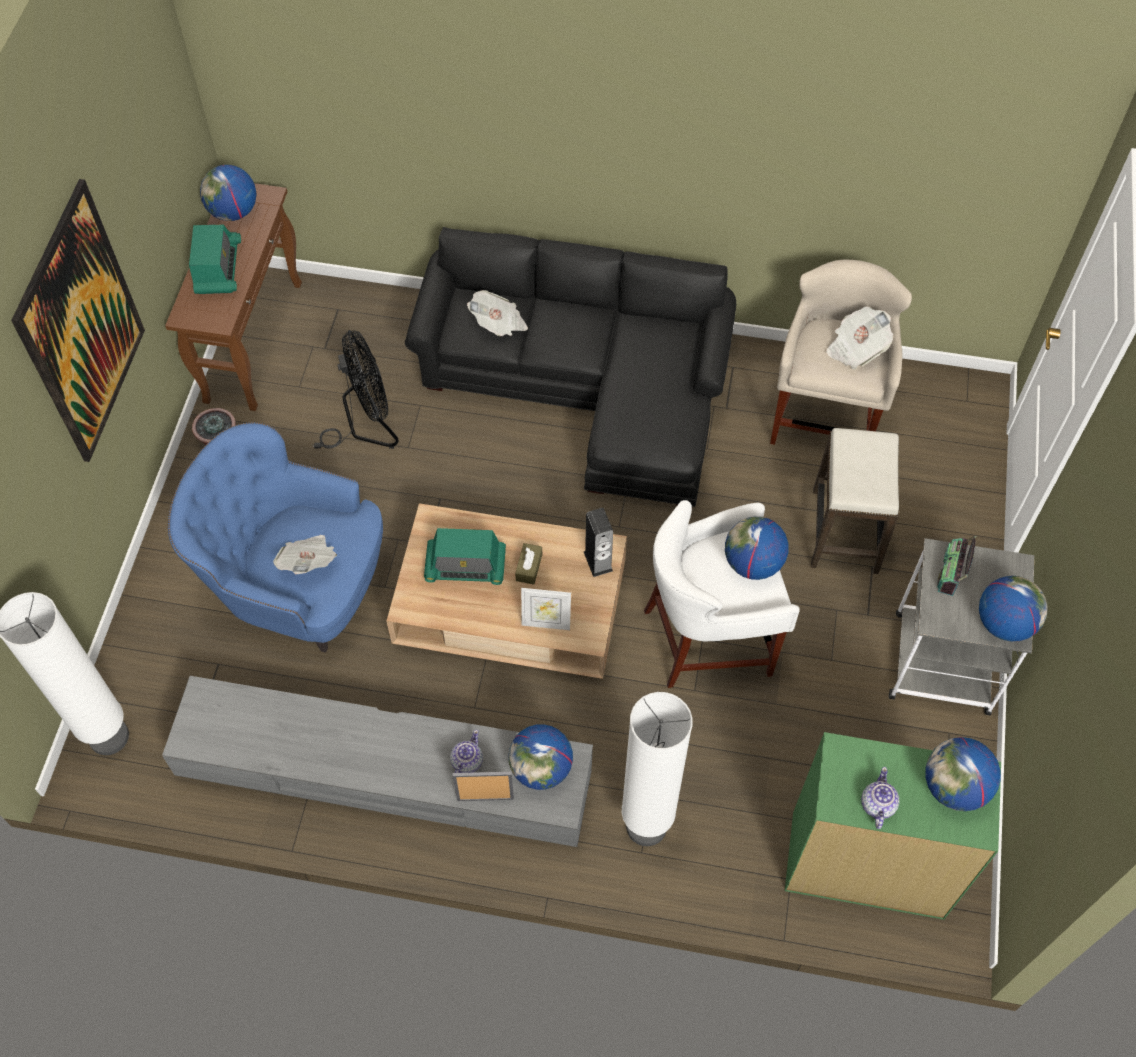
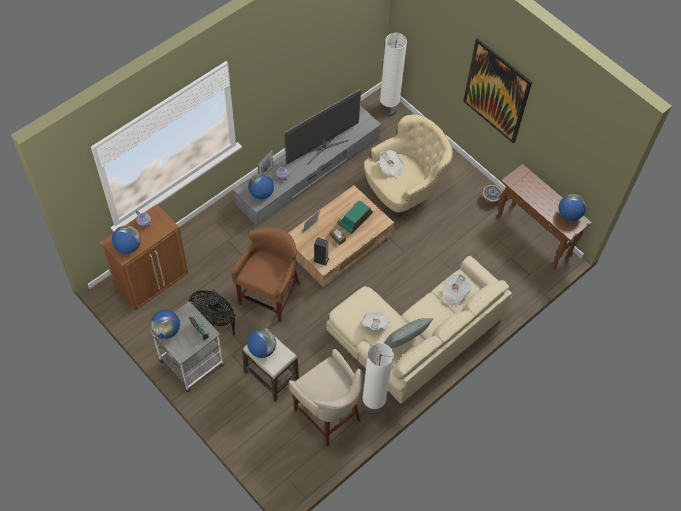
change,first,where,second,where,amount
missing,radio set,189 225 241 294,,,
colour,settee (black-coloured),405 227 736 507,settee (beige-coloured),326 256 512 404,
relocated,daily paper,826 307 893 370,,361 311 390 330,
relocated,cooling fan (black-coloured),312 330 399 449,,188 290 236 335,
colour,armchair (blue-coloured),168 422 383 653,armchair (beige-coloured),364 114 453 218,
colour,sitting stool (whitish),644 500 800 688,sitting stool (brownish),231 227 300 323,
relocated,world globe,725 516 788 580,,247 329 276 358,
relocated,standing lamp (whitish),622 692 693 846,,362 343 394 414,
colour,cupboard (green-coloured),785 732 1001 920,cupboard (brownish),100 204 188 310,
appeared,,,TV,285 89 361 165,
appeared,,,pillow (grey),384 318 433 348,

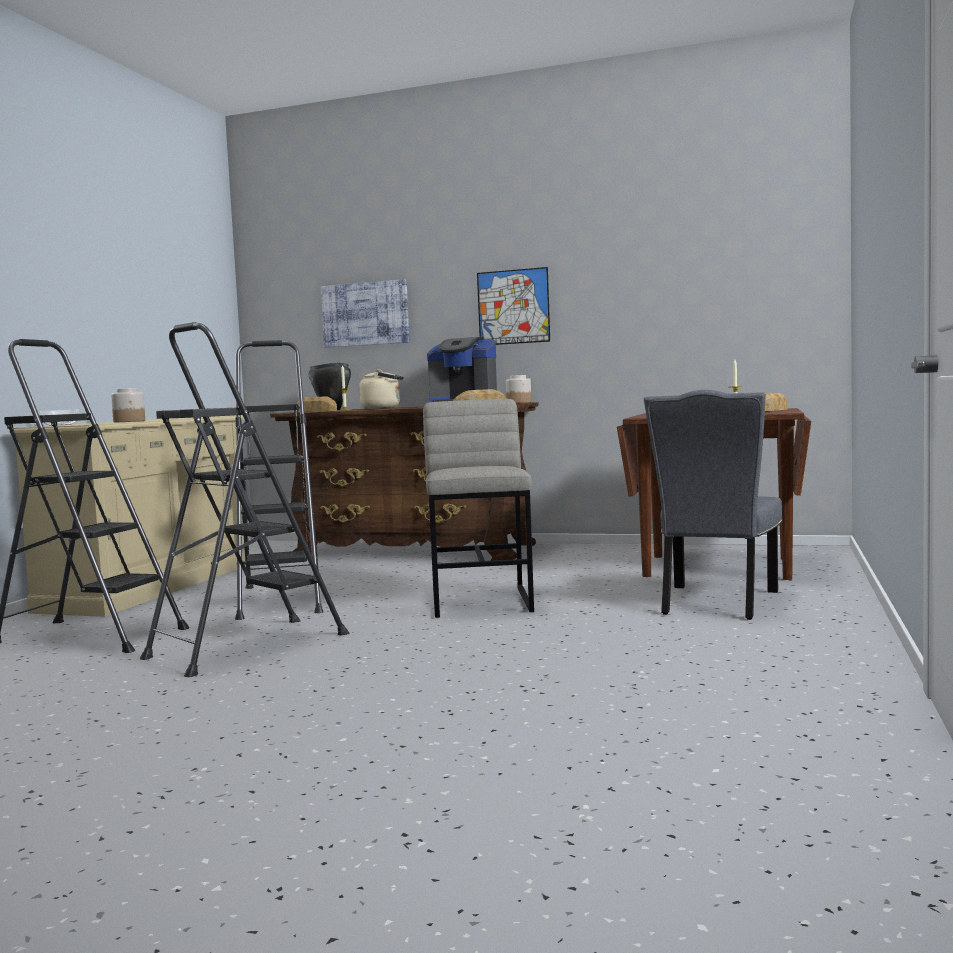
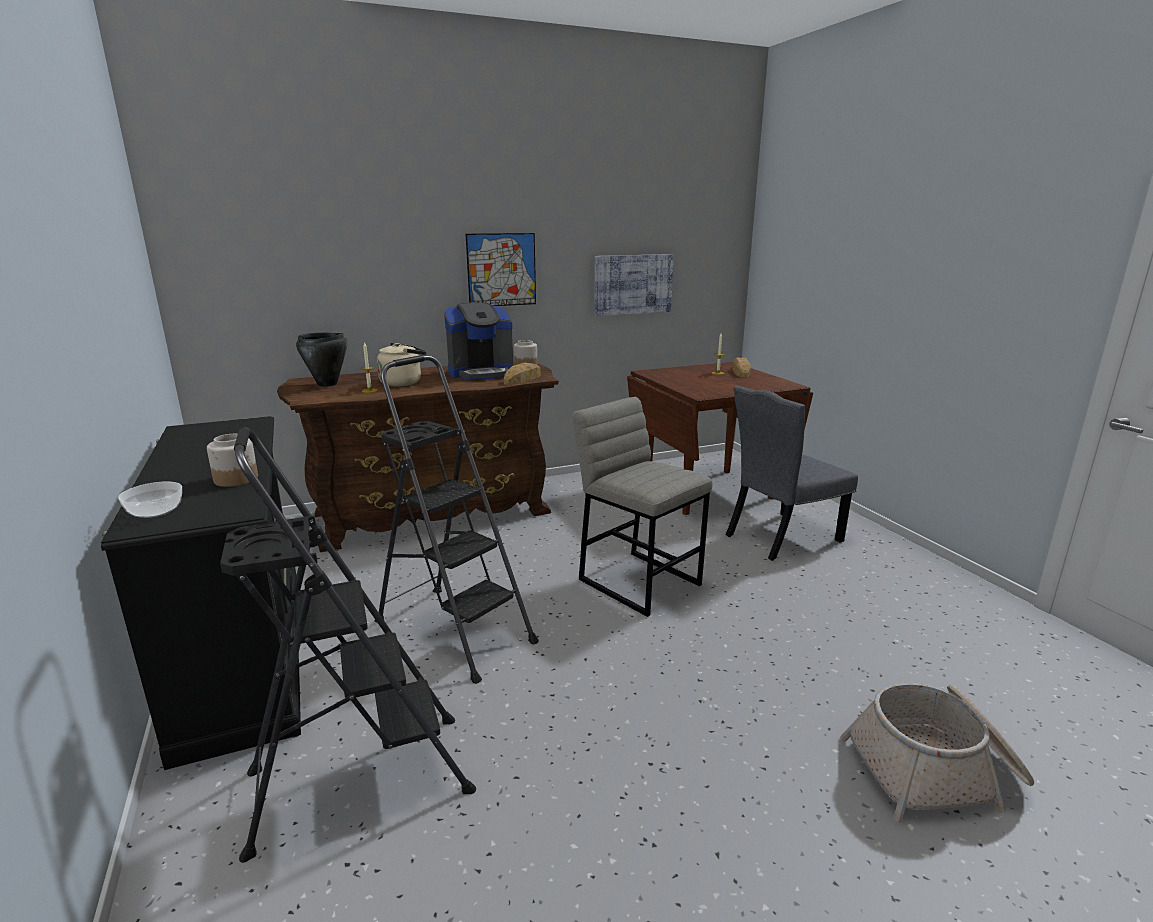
change,first,where,second,where,amount
relocated,picture,321 279 410 348,,594 254 674 316,
missing,step stool,140 322 349 677,,,
spun,chair (grey),644 390 782 620,,726 386 858 561,75 degrees clockwise
missing,baked bread,296 396 337 412,,,
colour,cupboard (beige-coloured),9 415 250 617,cupboard (black-coloured),101 416 301 770,
appeared,,,household basket,840 683 1034 823,

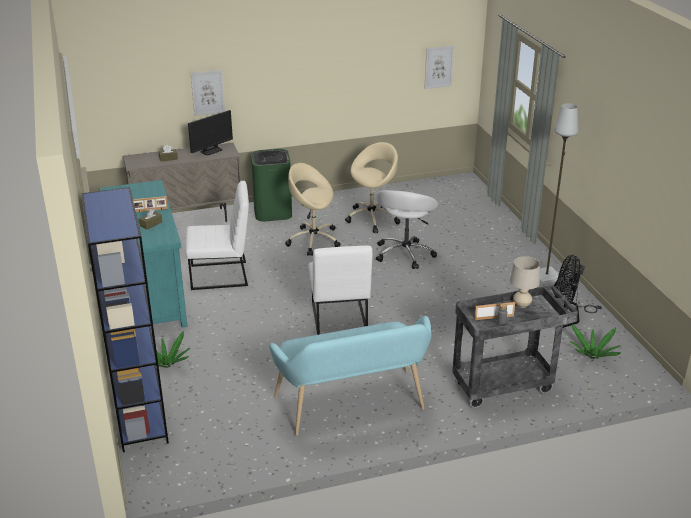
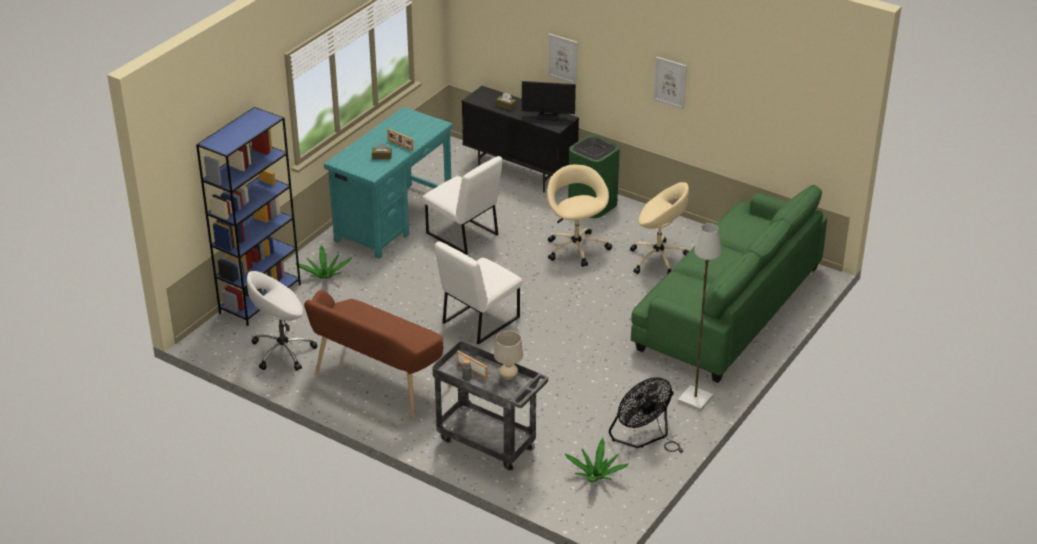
change,first,where,second,where,amount
relocated,picture,424 46 454 89,,653 56 687 109,
colour,cupboard (beige-coloured),123 143 241 222,cupboard (black-coloured),462 86 579 193,
relocated,computer chair (whitish),376 190 438 269,,247 271 317 371,
colour,long seat (turquoise-coloured),269 316 431 435,long seat (brownish),304 290 452 418,
appeared,,,settee (green-coloured),631 185 827 383,

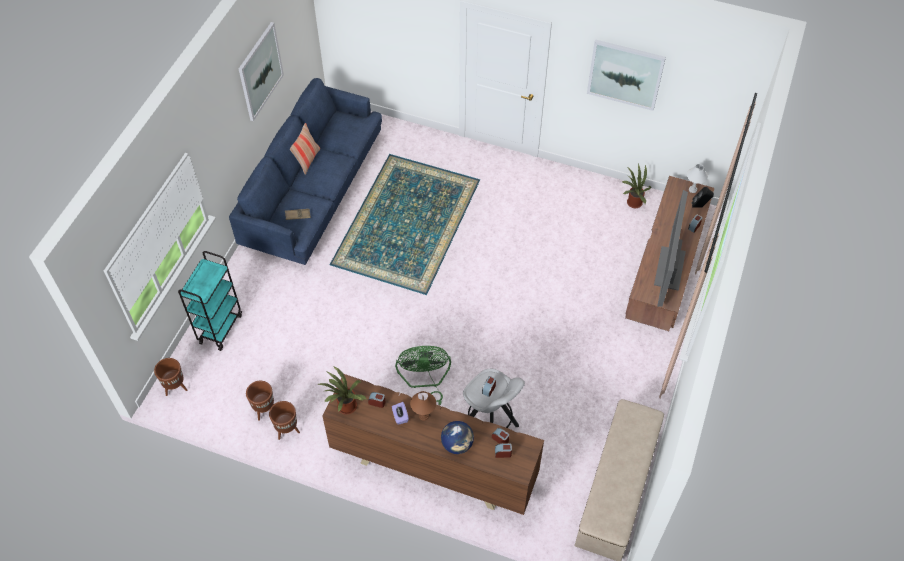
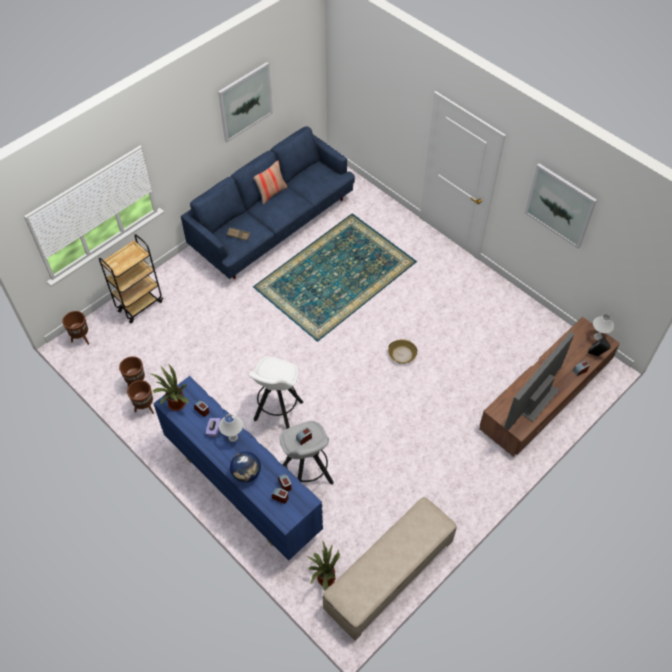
change,first,where,second,where,amount
relocated,plant in a pot,621 163 651 208,,307 540 340 591,
colour,trolley (turquoise-coloured),178 251 243 351,trolley (brownish),99 234 163 323,
exchanged,cooling fan (green-coloured),395 346 451 405,sitting stool (whitish),248 356 304 429,
colour,cupboard (brownish),322 374 544 515,cupboard (blue-coloured),153 376 323 561,
colour,lamp for a table (brownish),410 391 436 421,lamp for a table (whitish),219 414 243 442,
appeared,,,household basket,388 339 418 364,

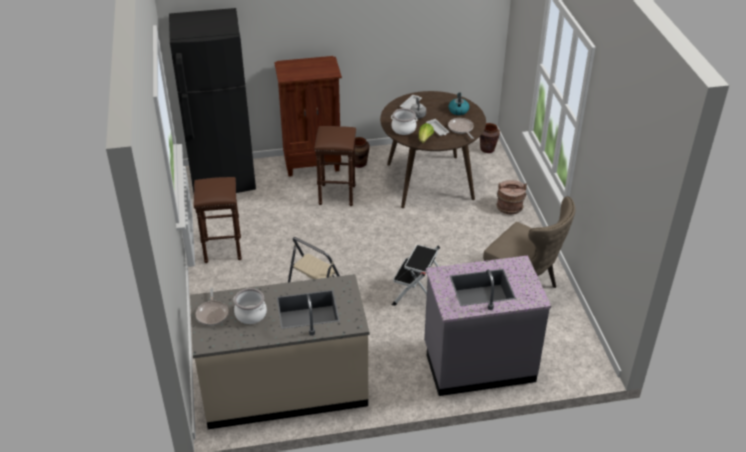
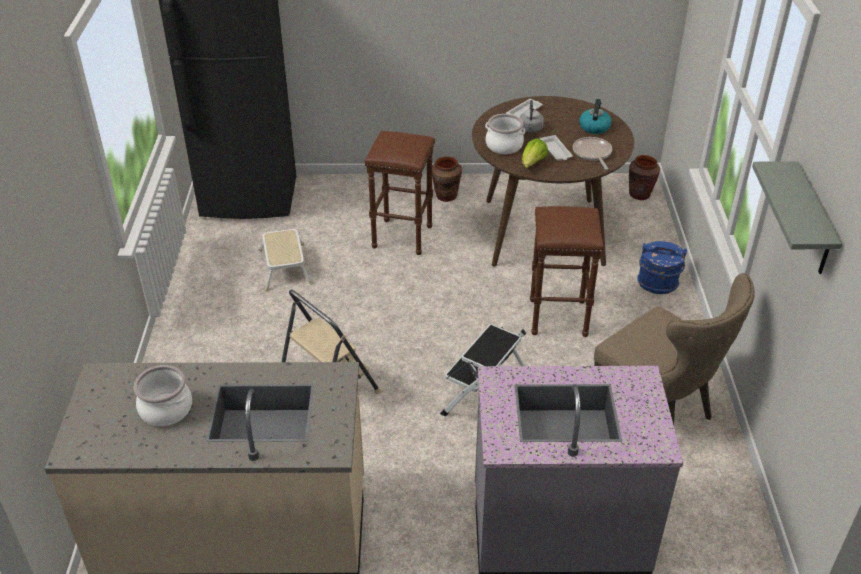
change,first,where,second,where,amount
missing,cupboard (brownish),274 56 342 177,,,
relocated,sitting stool (brownish),194 177 242 263,,530 206 604 337,
colour,water bucket (brownish),497 180 527 214,water bucket (blue-coloured),637 241 687 294,
missing,pan,195 288 229 326,,,
appeared,,,shelf (grey),752 162 842 274,
appeared,,,step stool (beige-coloured),258 229 313 292,

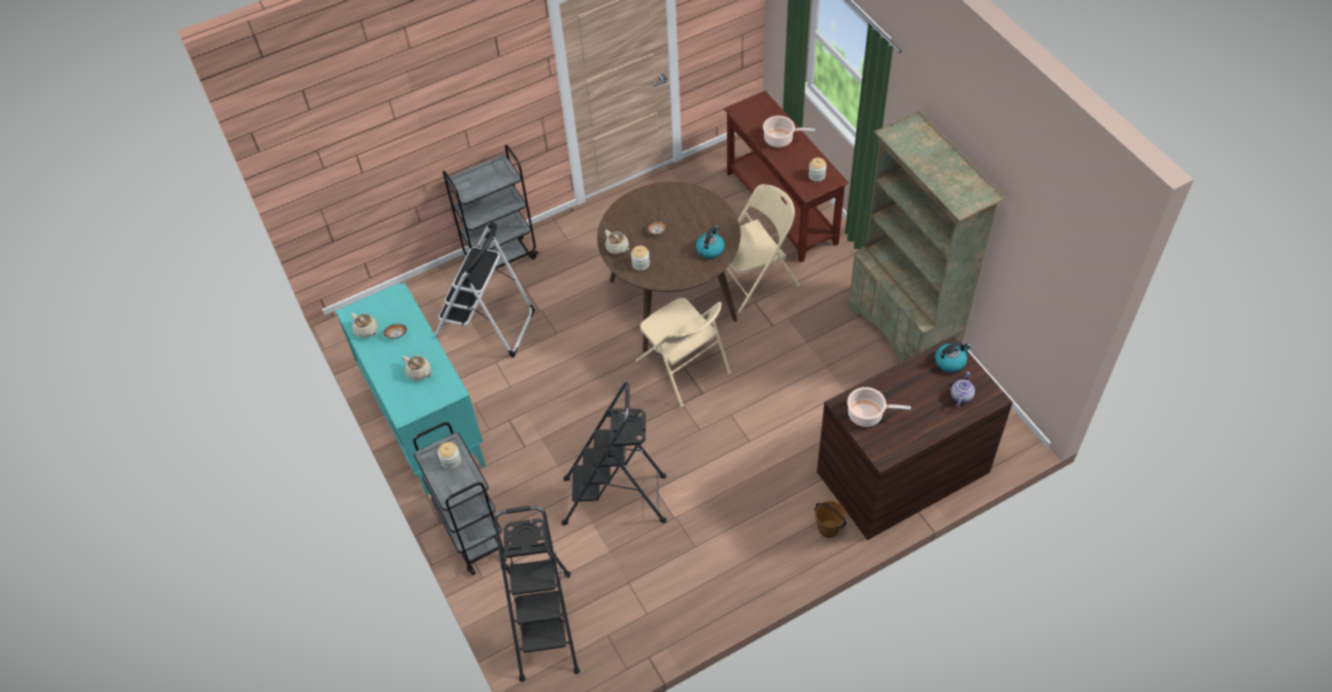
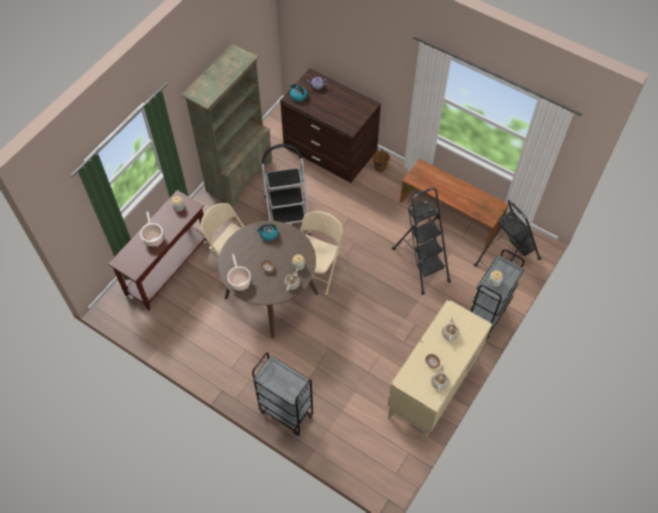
change,first,where,second,where,amount
relocated,step stool,435 223 535 358,,262 144 311 235,
colour,cupboard (turquoise-coloured),335 282 486 495,cupboard (beige-coloured),387 300 492 441,
relocated,saucepot,847 387 911 427,,227 254 251 291,
appeared,,,long seat (brownish),400 159 509 248,

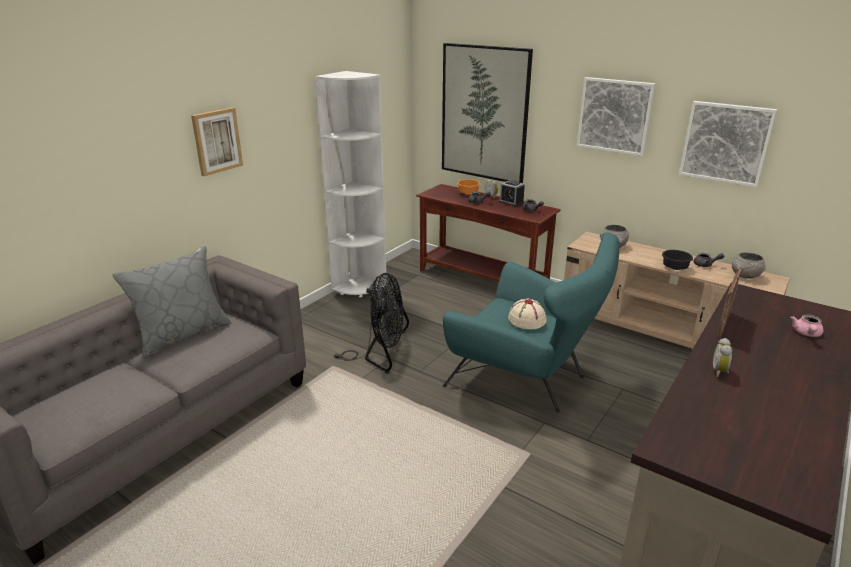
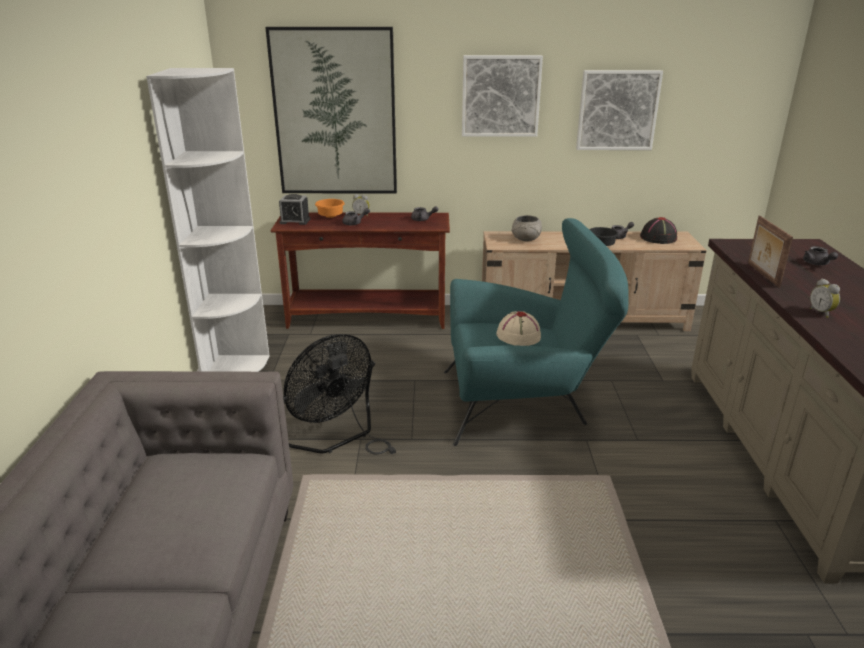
change,first,where,second,where,amount
missing,picture,191 107 243 176,,,
relocated,alarm clock,499 180 525 207,,279 194 310 225,
missing,pillow (grey),112 246 232 359,,,
exchanged,deep dish (grey),732 252 766 279,hat (black-coloured),640 217 677 244,
spun,cooling fan (black-coloured),333 273 409 374,,283 334 396 454,105 degrees counterclockwise
colour,tea pot (pink-coloured),790 314 823 337,tea pot (grey),803 246 838 265,

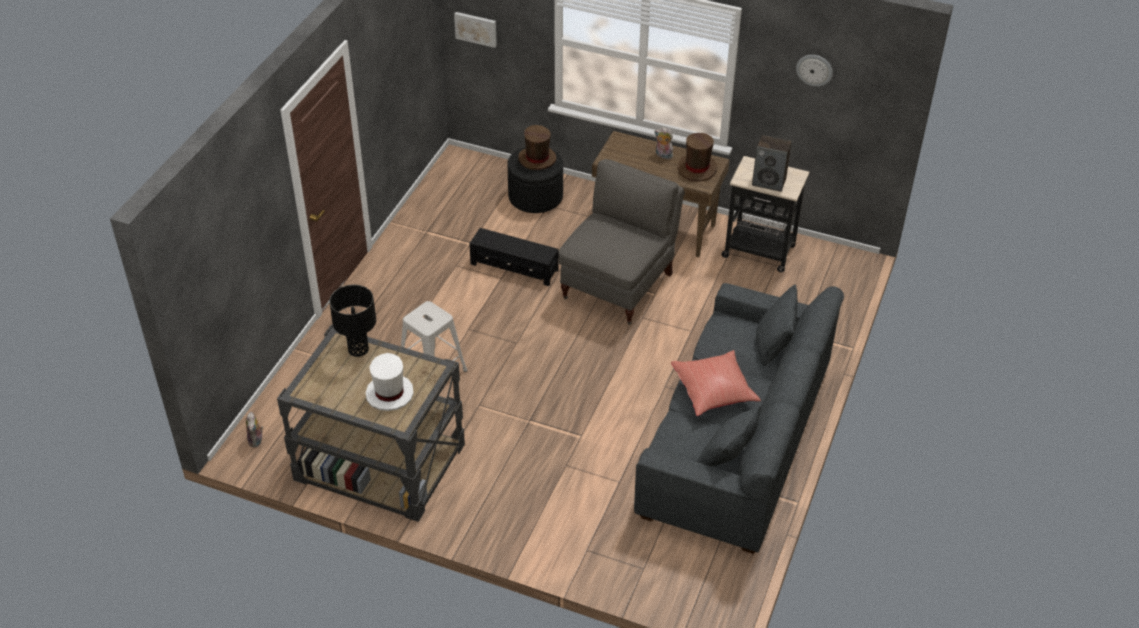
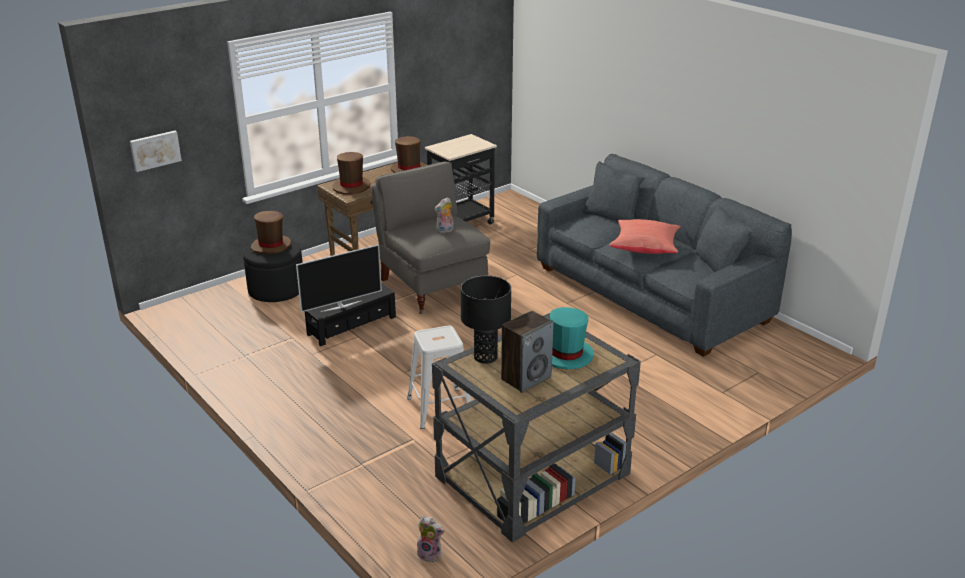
change,first,where,second,where,amount
missing,wall clock,796 55 833 87,,,
relocated,cuddly toy,654 127 673 160,,435 197 454 233,
relocated,audio speaker,752 135 792 192,,501 311 554 393,
colour,hat (whitish),366 353 414 411,hat (turquoise-coloured),550 307 594 369,
appeared,,,hat (brownish),333 152 371 195,
appeared,,,TV,296 244 382 312,

